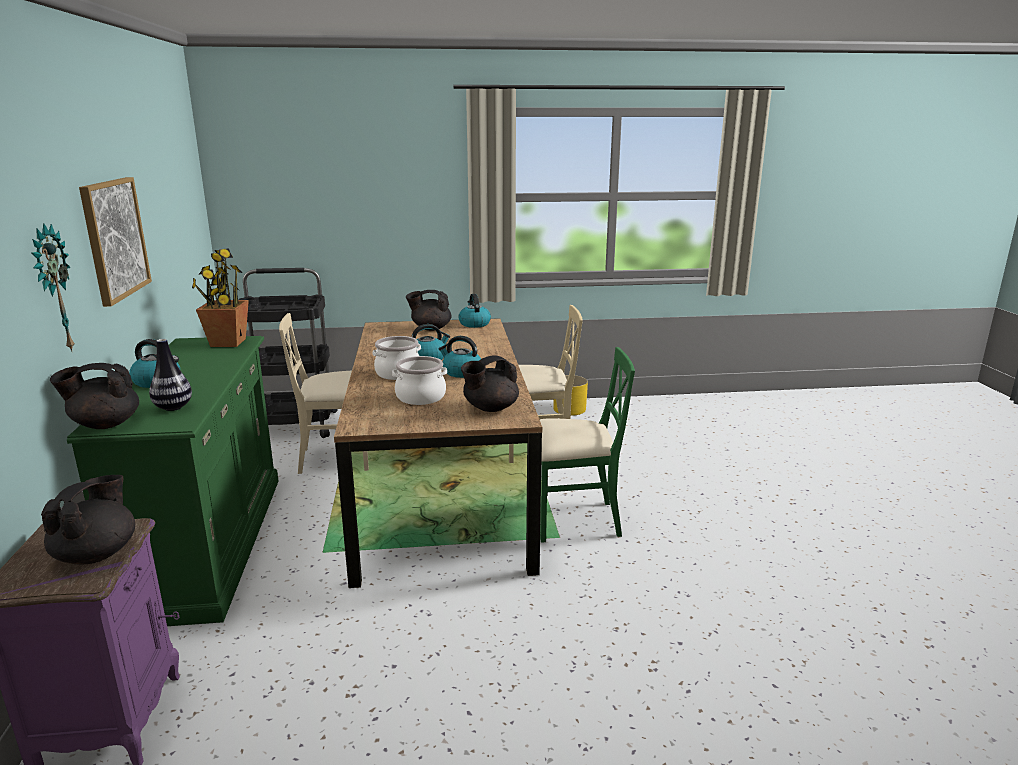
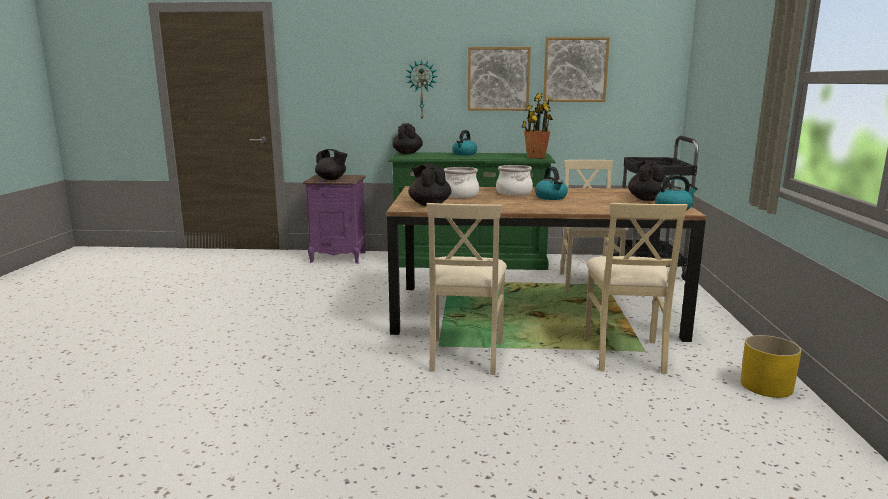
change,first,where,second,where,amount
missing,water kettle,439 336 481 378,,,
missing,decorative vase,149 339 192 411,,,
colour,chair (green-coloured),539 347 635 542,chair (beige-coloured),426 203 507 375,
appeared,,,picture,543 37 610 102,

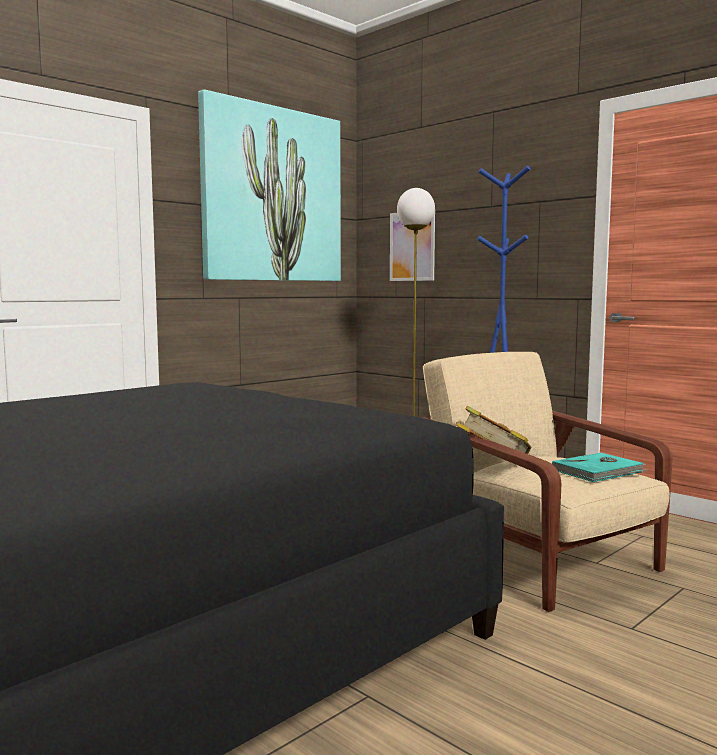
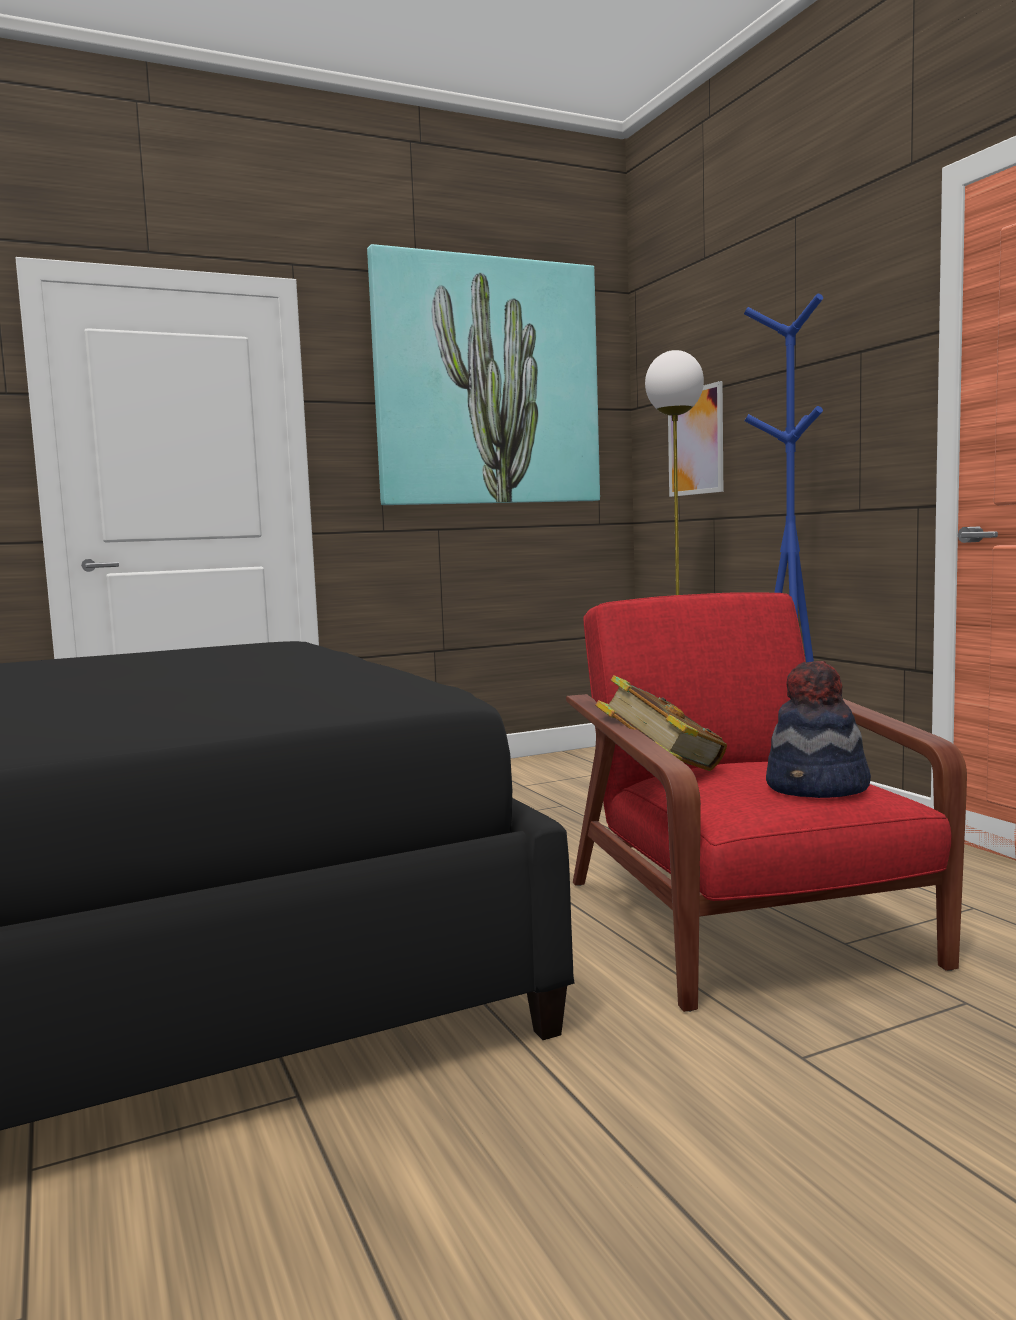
change,first,where,second,where,amount
colour,armchair (beige-coloured),423 352 672 612,armchair (reddish),566 592 967 1012,
exchanged,bound book (turquoise-coloured),552 453 647 482,hat,766 661 871 798,

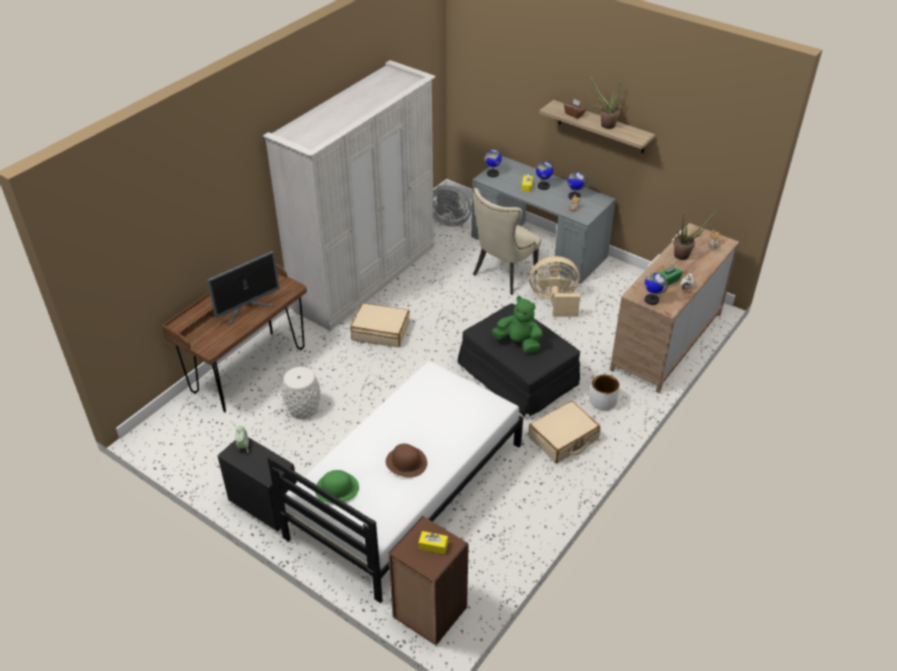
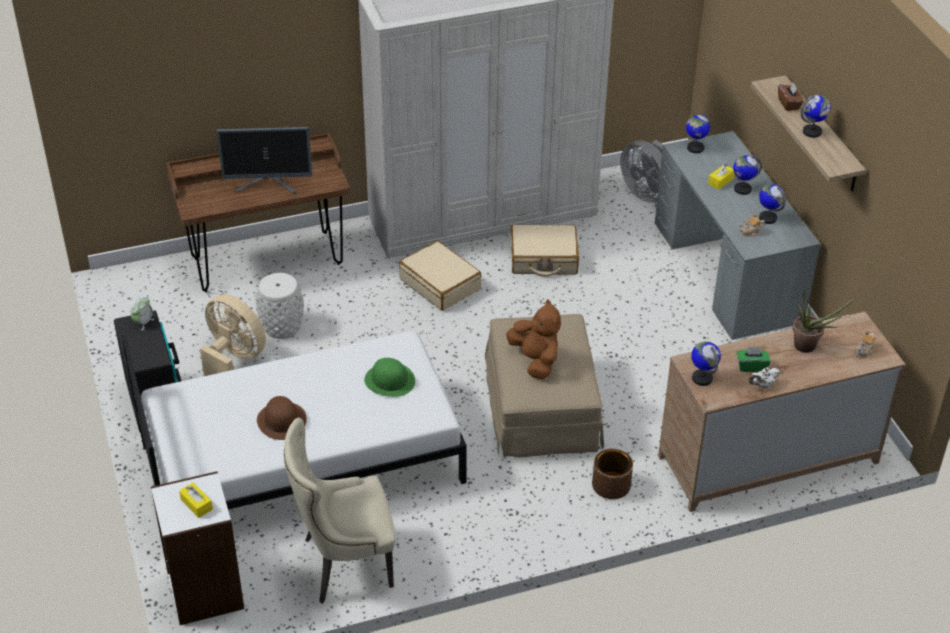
change,first,where,second,where,amount
exchanged,plant in a pot,589 76 622 129,world globe,801 95 831 138,
relocated,chair (beige-coloured),473 188 541 295,,284 418 395 604,
relocated,cooling fan (beige-coloured),529 256 580 317,,200 294 266 376,
colour,cuddly toy (green-coloured),492 296 543 353,cuddly toy (brownish),506 299 561 379,
colour,pouffe (black-coloured),458 303 580 417,pouffe (beige-coloured),485 314 604 457,
colour,planter (whitish),589 375 620 410,planter (brownish),592 449 633 499,
relocated,travel case (beige-coloured),529 401 600 463,,510 225 579 277,
relocated,hat (green-coloured),315 470 359 503,,364 358 415 397,
colour,shelving unit (brownish),388 516 469 646,shelving unit (whitish),151 471 244 625,

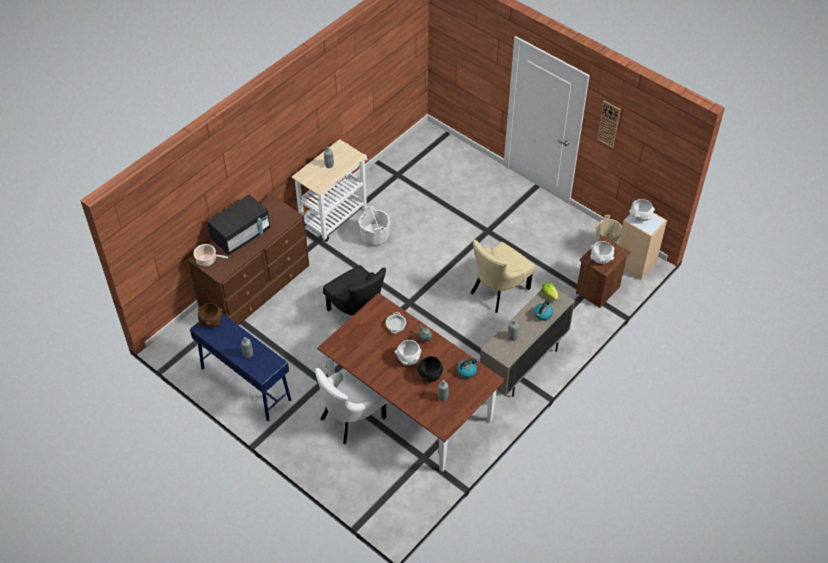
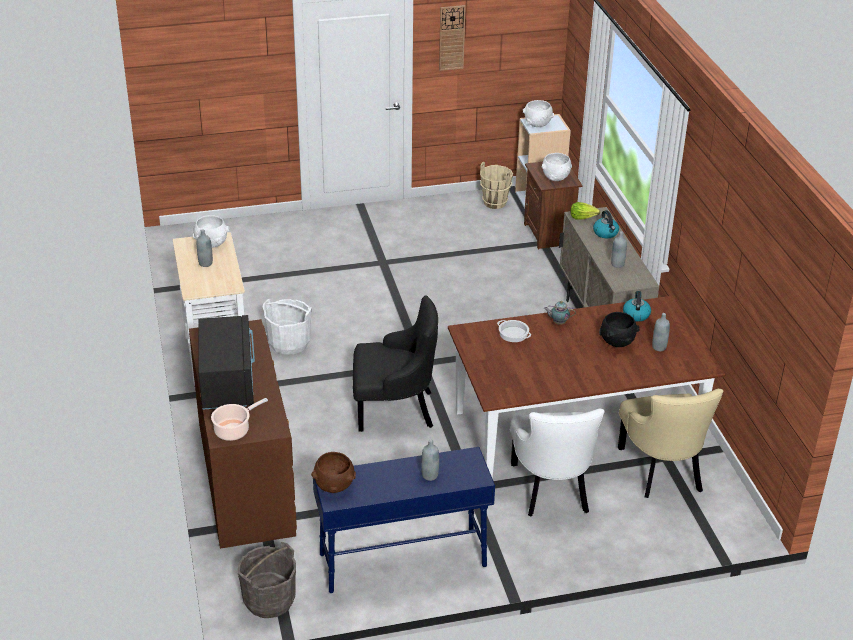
change,first,where,second,where,amount
relocated,chair (beige-coloured),470 240 535 313,,618 389 723 498,
relocated,deep dish (whitish),395 340 421 365,,193 215 229 248,
appeared,,,water bucket (grey),238 542 296 618,

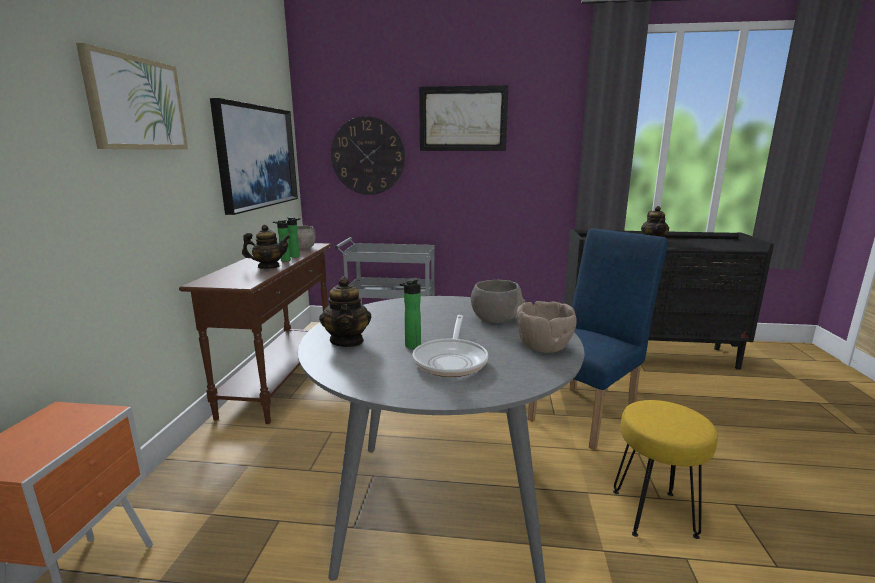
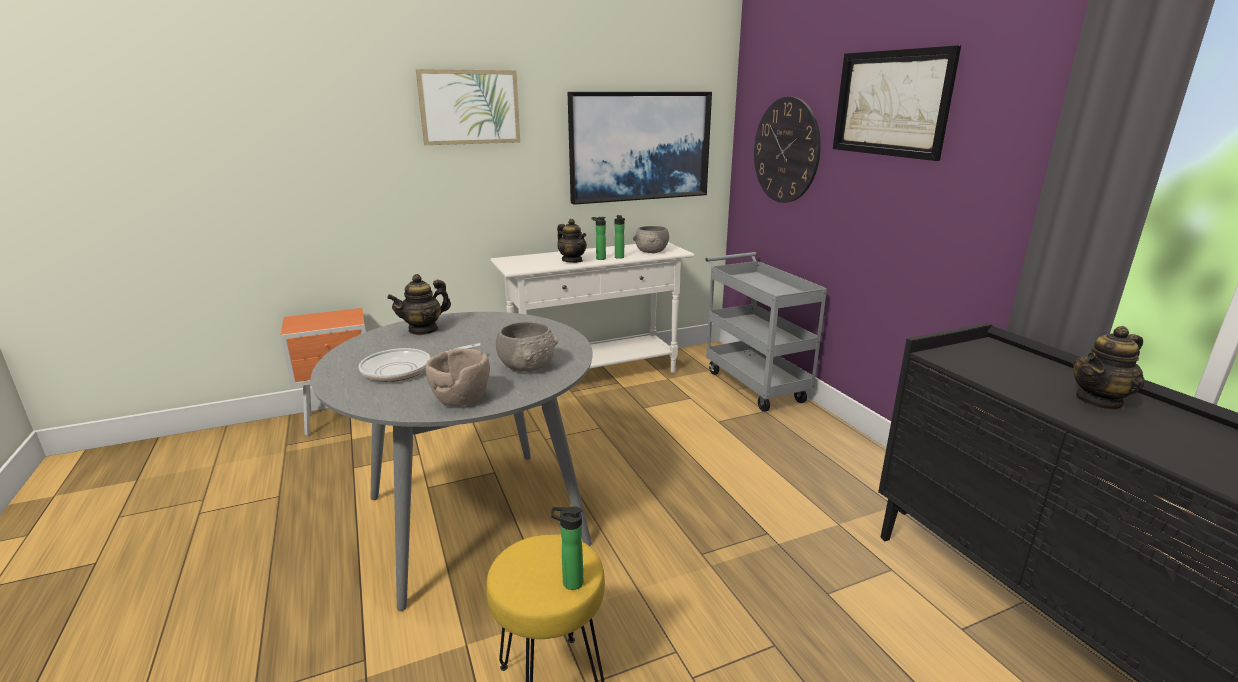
change,first,where,second,where,amount
missing,chair (blue-coloured),527 229 668 450,,,
colour,hall table (brownish),179 243 332 424,hall table (whitish),490 242 694 373,
relocated,drink bottle,400 278 421 349,,551 506 583 590,

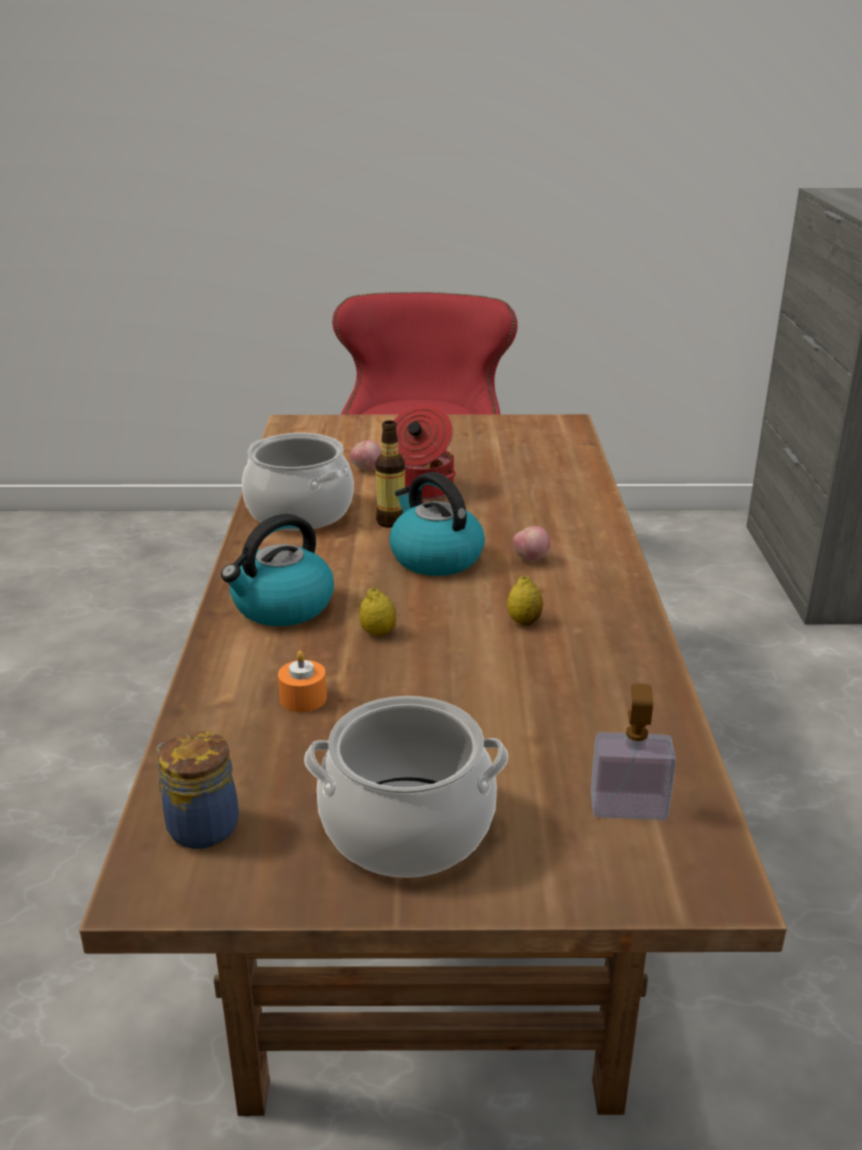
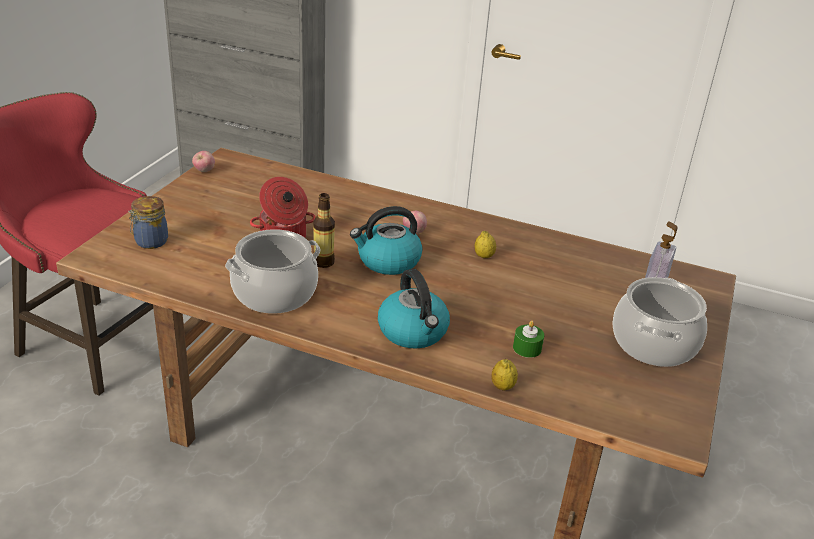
change,first,where,second,where,amount
relocated,apple fruit,350 440 381 471,,192 151 215 172,
relocated,lemon,359 588 396 636,,491 359 518 390,
colour,wax light (orange-coloured),278 651 327 712,wax light (green-coloured),513 321 544 358,
relocated,jar,156 731 239 849,,128 196 168 249,

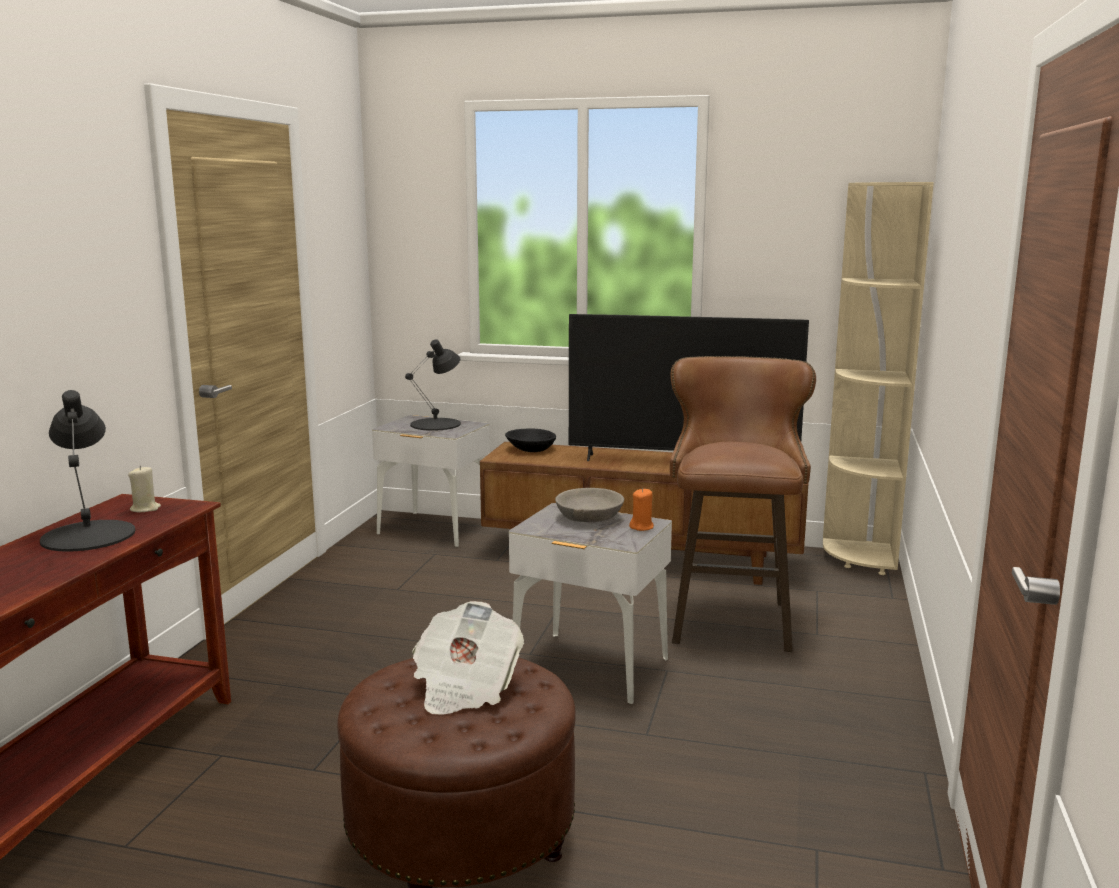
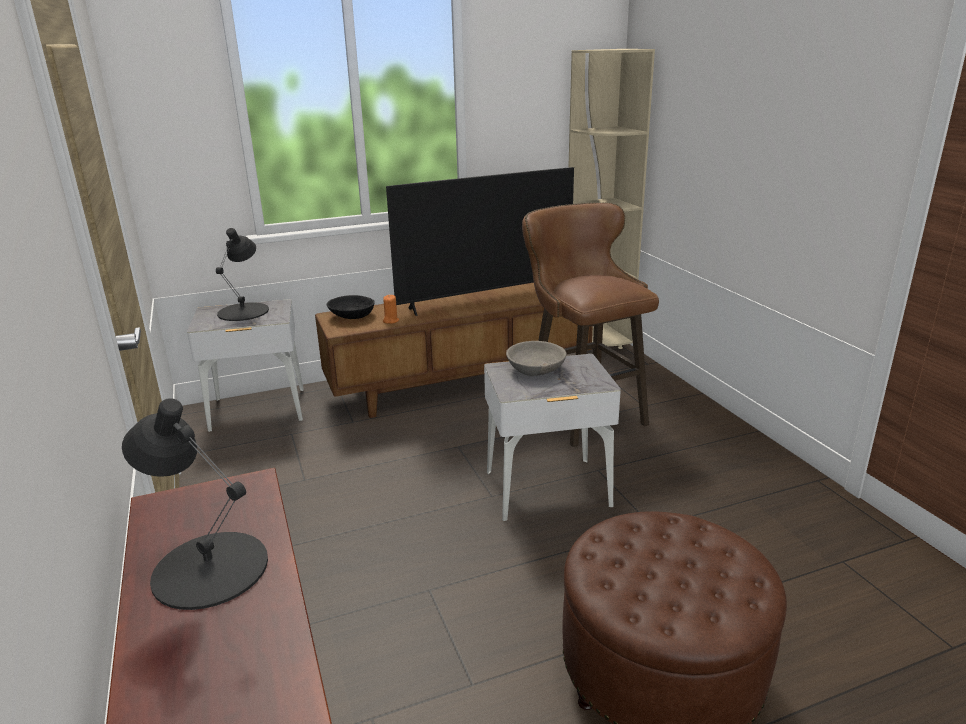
change,first,where,second,where,amount
missing,wax light (beige-coloured),128 466 161 512,,,
relocated,wax light (orange-coloured),629 488 654 531,,383 295 399 324,
missing,daily paper,412 601 524 715,,,

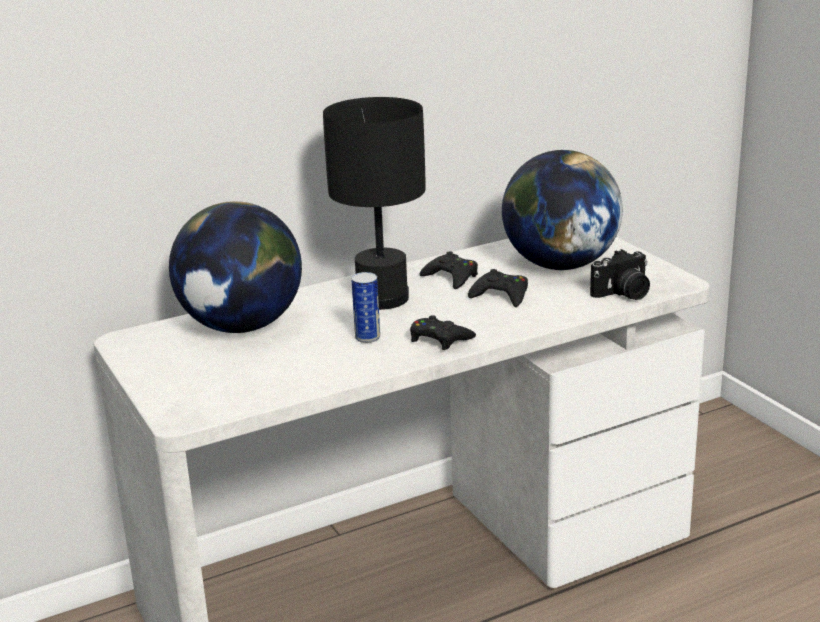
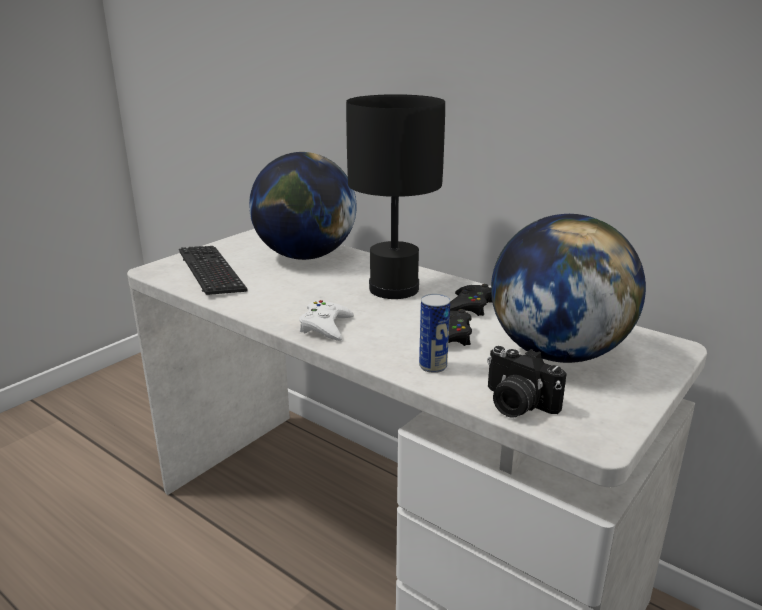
change,first,where,second,where,amount
relocated,can,351 272 380 343,,419 294 450 373,
colour,game controller (black-coloured),410 315 476 350,game controller (whitish),299 300 354 341,
appeared,,,computer keyboard,179 246 248 295,

